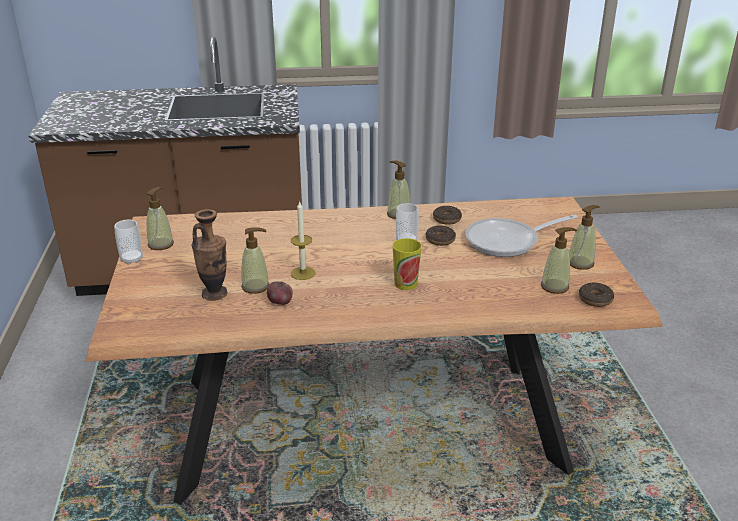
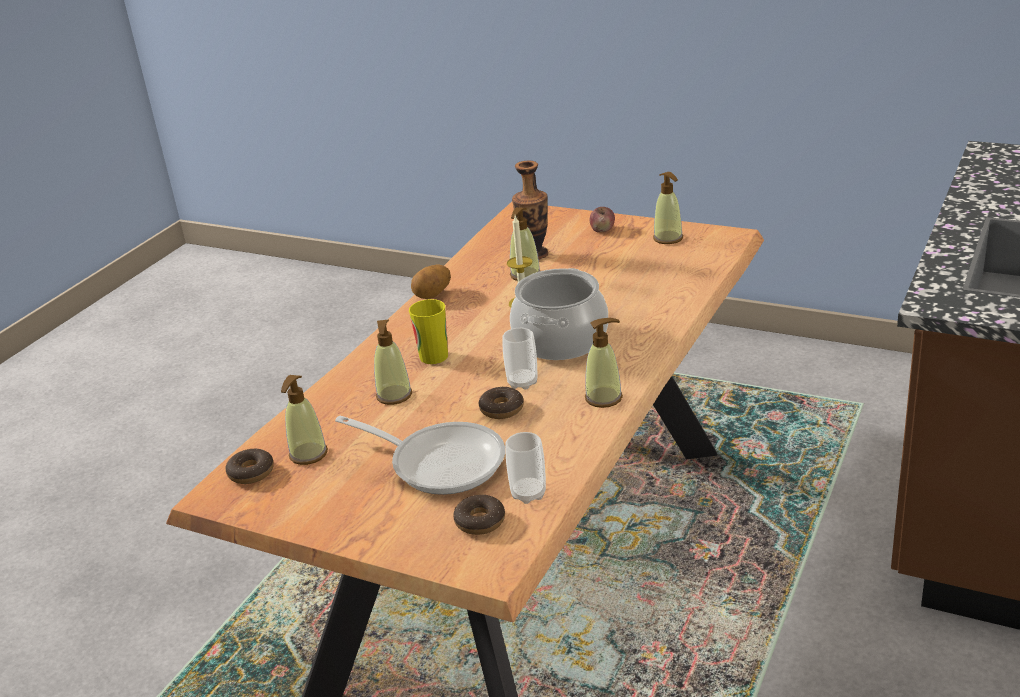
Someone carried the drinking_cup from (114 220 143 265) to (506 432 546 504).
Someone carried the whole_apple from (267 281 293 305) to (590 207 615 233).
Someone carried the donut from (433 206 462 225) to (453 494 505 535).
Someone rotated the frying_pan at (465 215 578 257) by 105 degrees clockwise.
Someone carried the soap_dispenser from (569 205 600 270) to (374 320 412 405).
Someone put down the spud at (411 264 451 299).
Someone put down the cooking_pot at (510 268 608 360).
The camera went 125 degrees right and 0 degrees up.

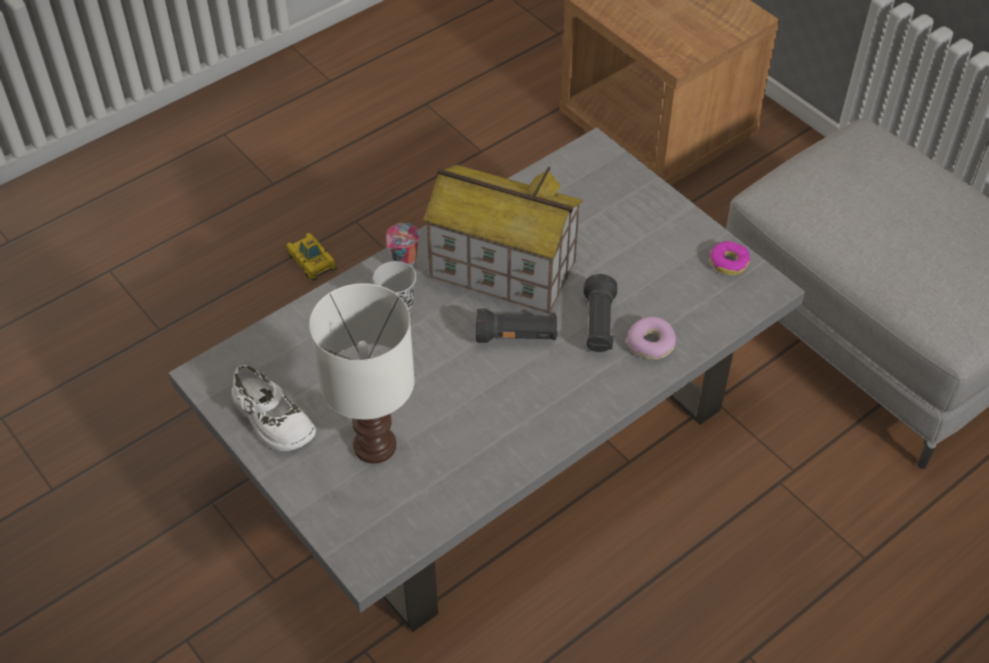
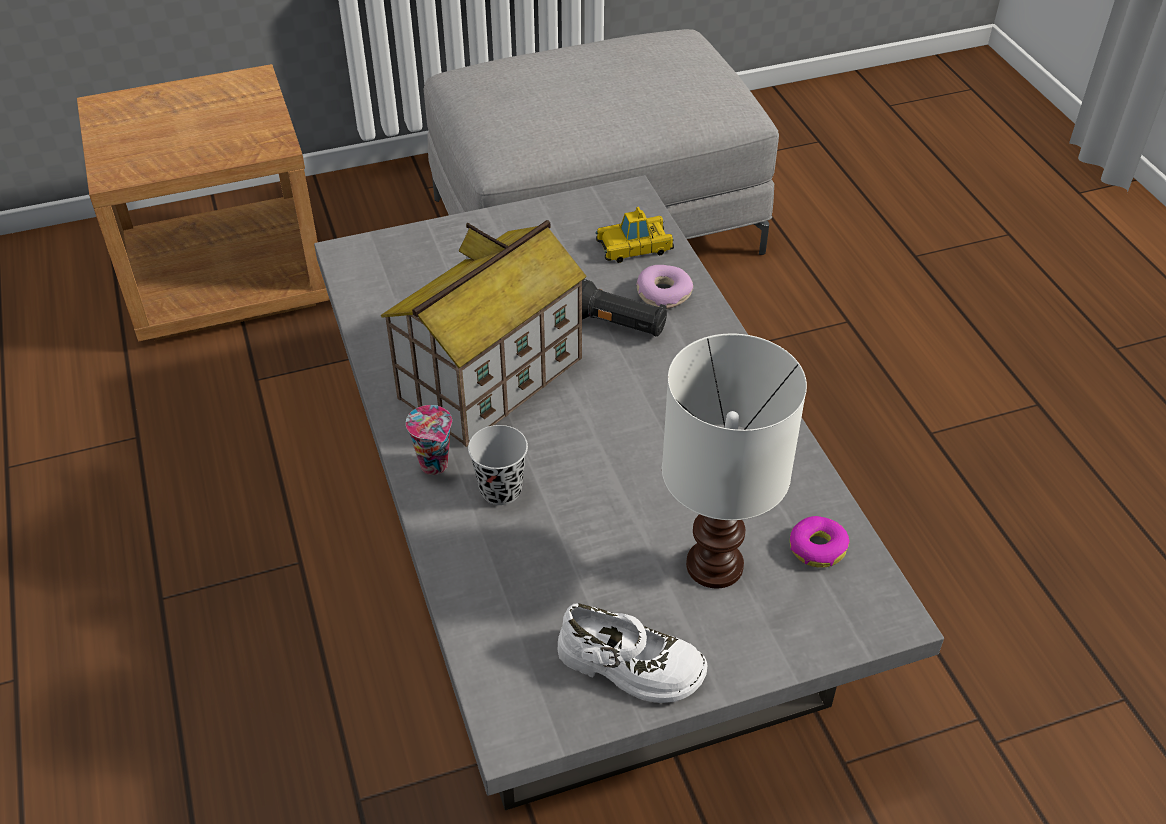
Someone rotated the white_item_of_footwear at (232 365 316 451) by 45 degrees clockwise.
Someone carried the toy_car from (287 233 337 281) to (595 207 674 263).
Someone took away the black_torch at (476 309 558 343).
Someone carried the donut from (709 241 750 275) to (790 516 850 568).
The camera went 70 degrees left and 5 degrees down.

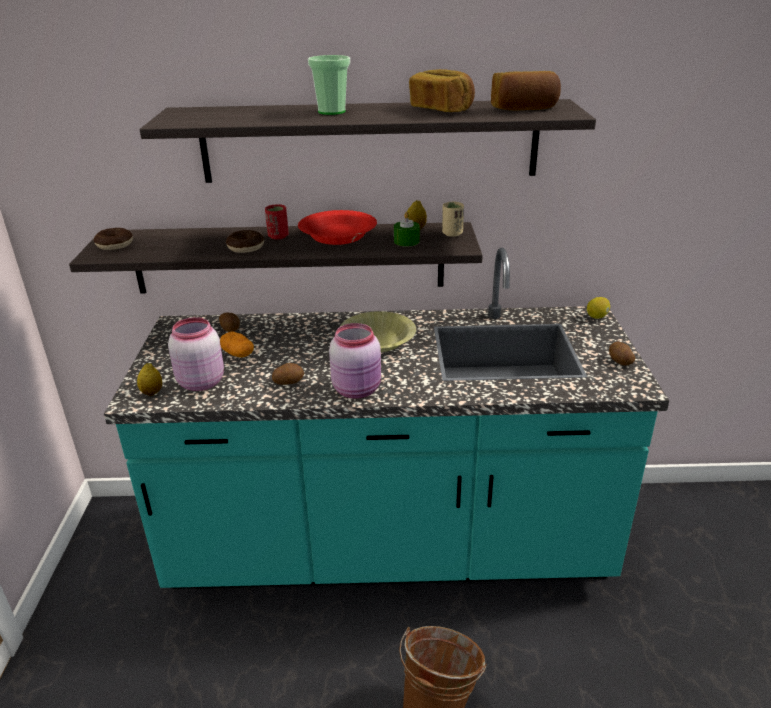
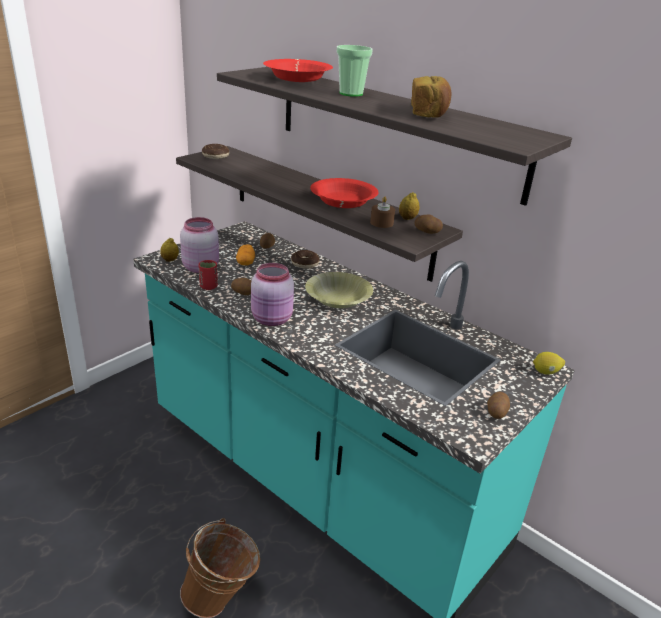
Someone carried the donut from (226 230 264 253) to (291 250 320 269).
Someone carried the reddish_drinking_cup from (265 204 288 239) to (199 260 218 290).
Someone repainted the green_candle at (394 212 420 247), which became the brownish_candle at (370 197 395 228).
Someone swapped the sand-coloured_drinking_cup at (442 202 464 237) for the spud at (415 215 443 234).
Someone took away the baked_bread at (491 71 561 111).
Someone put down the reddish_deep_dish at (263 59 333 82).
The camera went 40 degrees right and 0 degrees up.

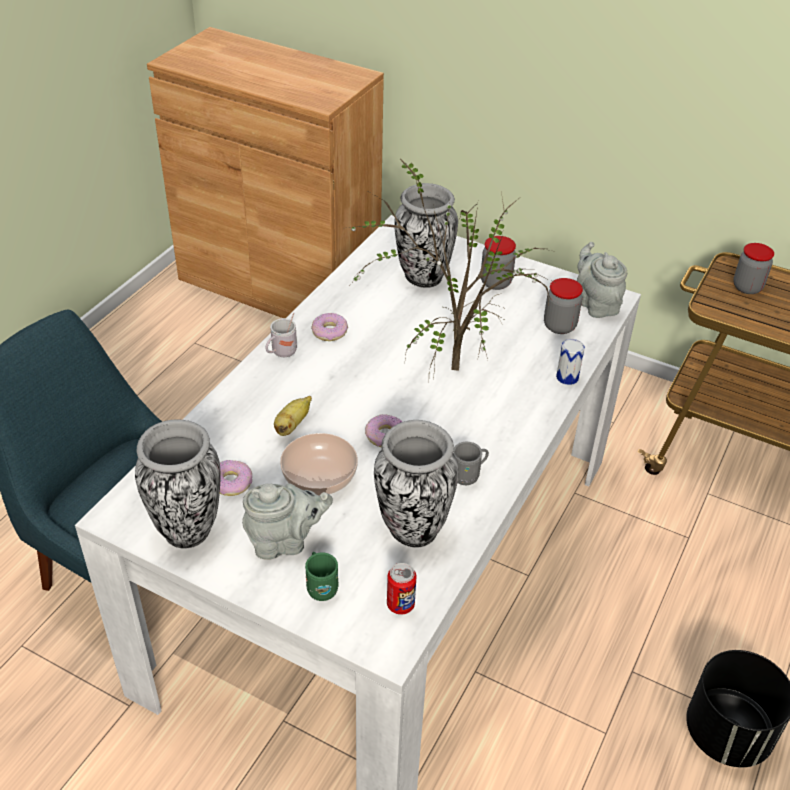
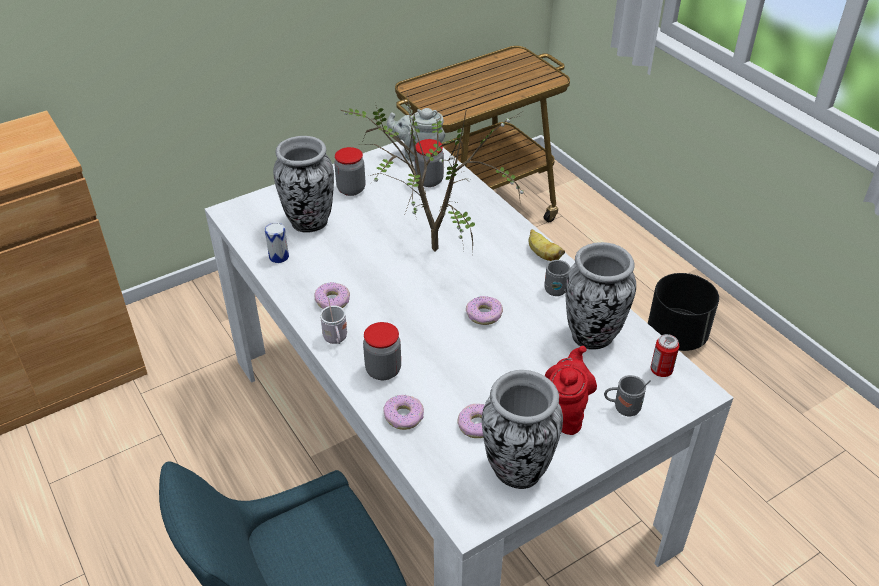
Someone repainted the greyish_pot_for_tea at (242 483 333 560), which became the reddish_pot_for_tea at (545 346 597 435).
Someone carried the banana_fruit from (274 396 312 436) to (528 229 565 261).
Someone took away the deep_dish at (280 433 358 496).
Someone repainted the green_mug at (305 552 338 601), which became the greyish_mug at (604 375 651 416).
Someone carried the metal_can from (556 339 585 385) to (265 222 289 263).
Someone carried the jar from (733 243 774 294) to (363 322 401 380).
Someone put down the donut at (383 395 424 430).
The camera went 60 degrees left and 0 degrees up.

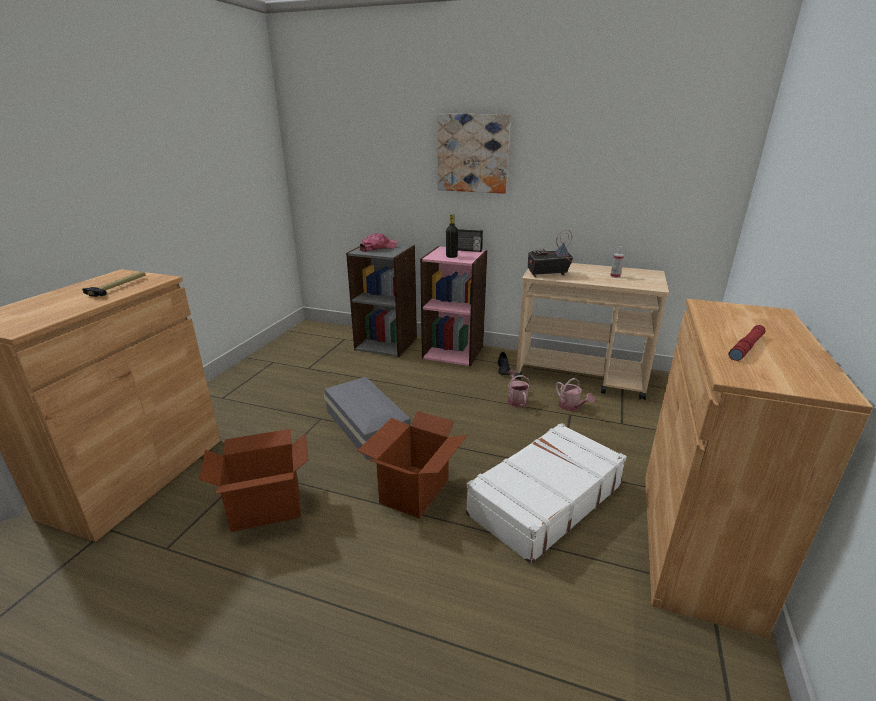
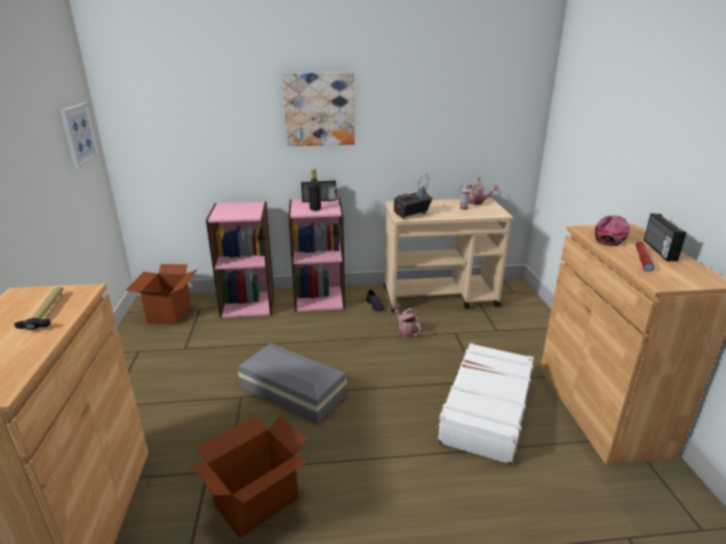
Someone repainted the greyish_bookcase at (346 244 417 357), which became the pink_bookcase at (206 201 275 318).
Someone carried the carton from (357 411 468 519) to (125 264 198 324).
Someone carried the peaked_cap from (359 233 398 252) to (595 215 630 246).
Someone carried the watering_pot from (555 378 595 411) to (460 177 499 205).
Someone put up the wall_picture at (60 103 100 169).
Someone put down the radio at (644 213 686 261).
The camera went 25 degrees left and 0 degrees up.

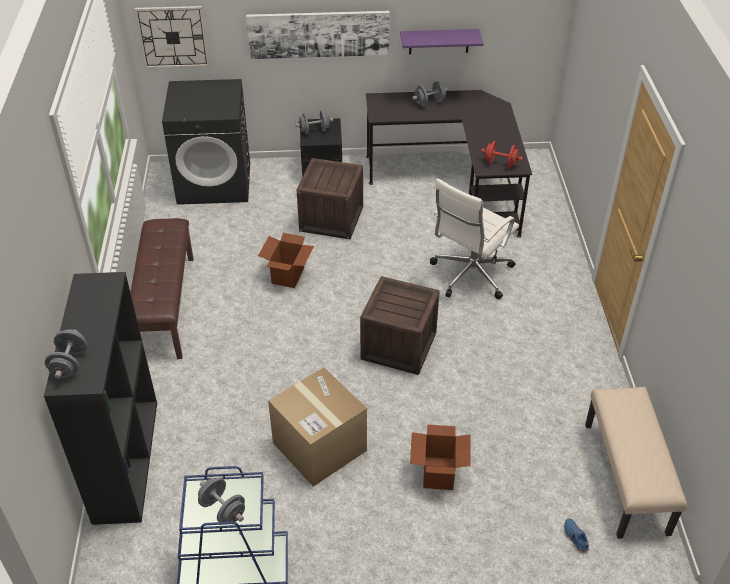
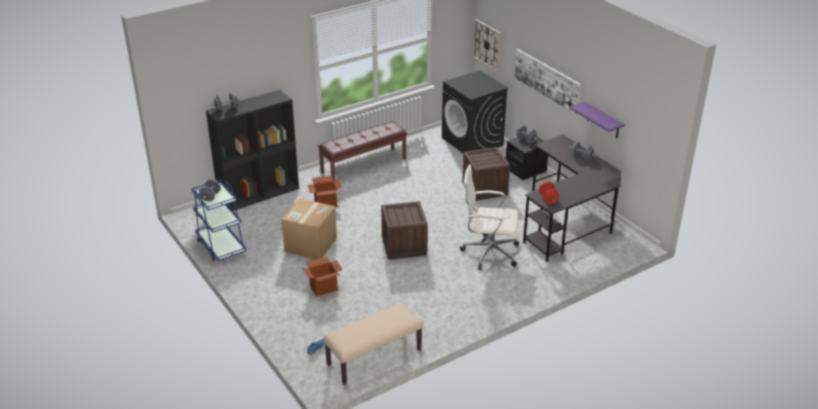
Someone carried the carton from (258 233 314 288) to (308 175 342 207).
The camera went 60 degrees right and 10 degrees down.

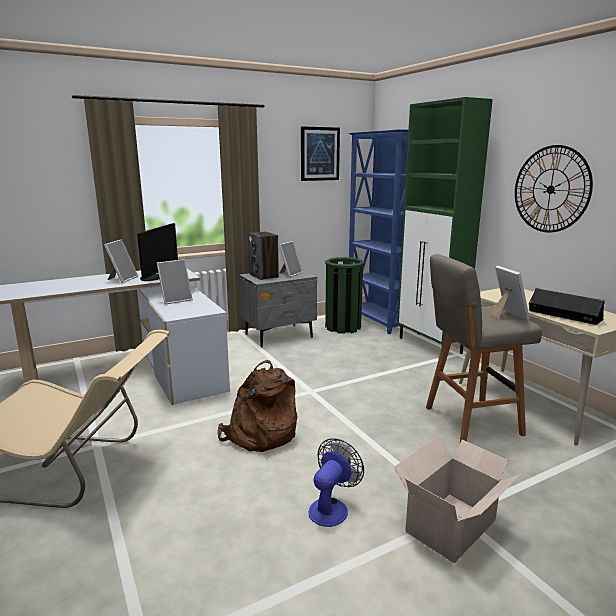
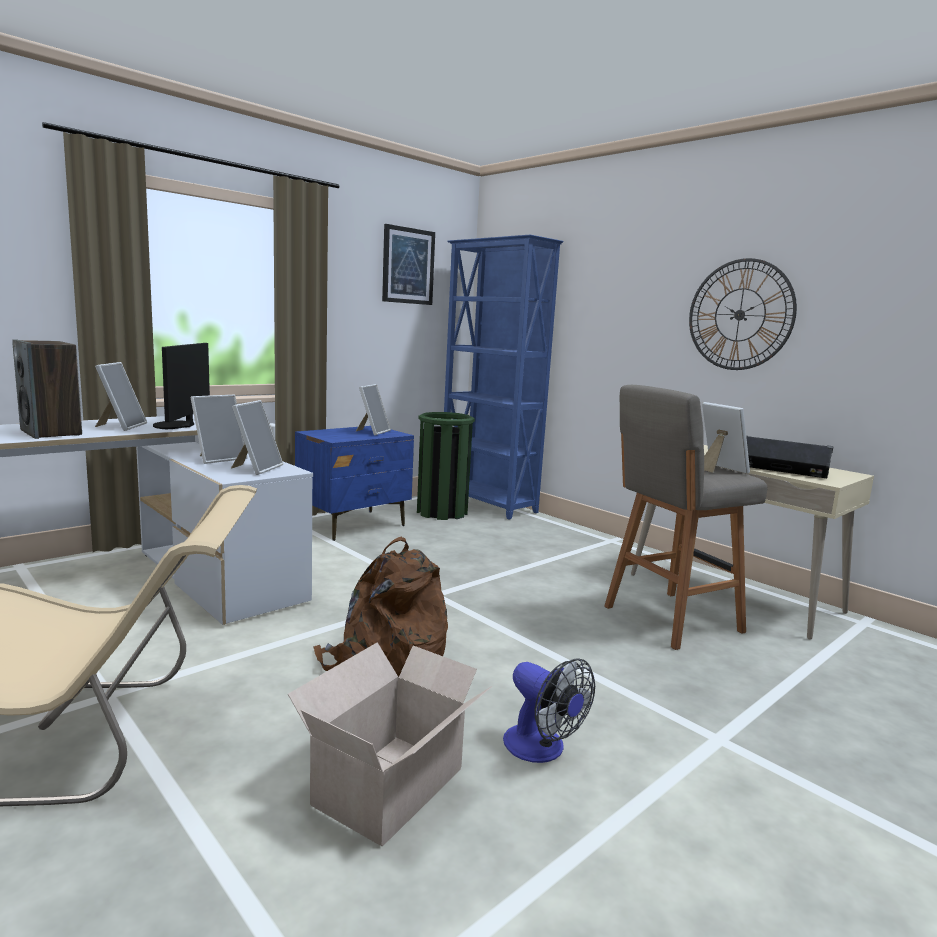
Someone repainted the greyish_bedside_table at (239 269 317 348), which became the blue-coloured_bedside_table at (295 426 414 541).
Someone carried the speaker from (248 232 279 280) to (12 339 82 439).
Someone rotated the cooling_fan at (309 438 364 527) by 120 degrees clockwise.
Someone carried the carton from (394 436 522 563) to (288 642 492 847).
Someone took away the green_cabinet at (397 97 493 354).
Someone put down the standing_frame at (231 400 283 475).
The camera went 15 degrees left and 5 degrees down.

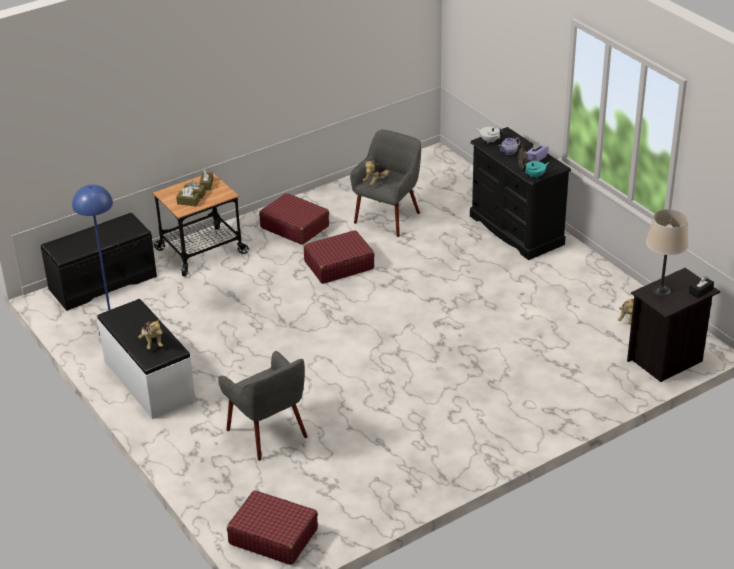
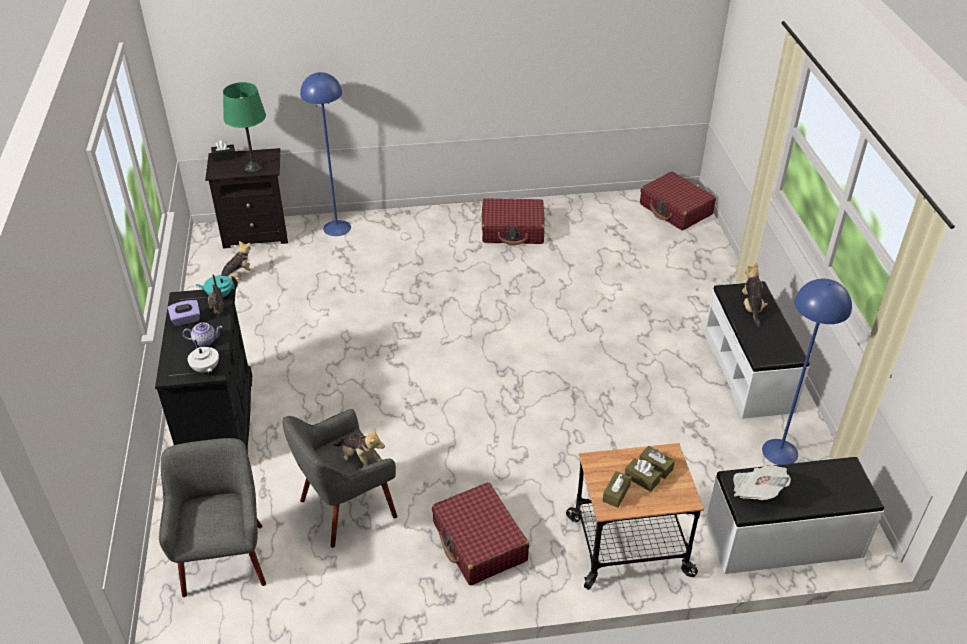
Someone repainted the black_bench at (41 213 157 311), which became the white_bench at (705 457 884 574).
Someone carried the greyish_easy_chair from (218 351 308 461) to (159 438 266 597).
Someone carried the reddish_travel_case from (304 230 375 284) to (482 198 545 246).
Someone rotated the plush_toy at (363 161 391 186) by 60 degrees clockwise.
Someone repainted the sand-coloured_tabletop_lamp at (646 209 689 296), which became the green_tabletop_lamp at (223 82 266 172).
Someone put down the blue-coloured_standard_lamp at (300 72 351 236).
Someone put down the printed_paper at (733 465 791 500).
The camera went 155 degrees left and 5 degrees up.

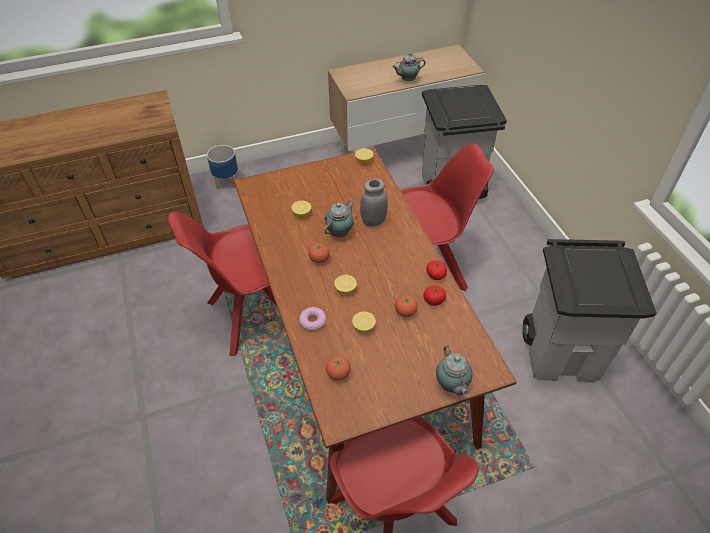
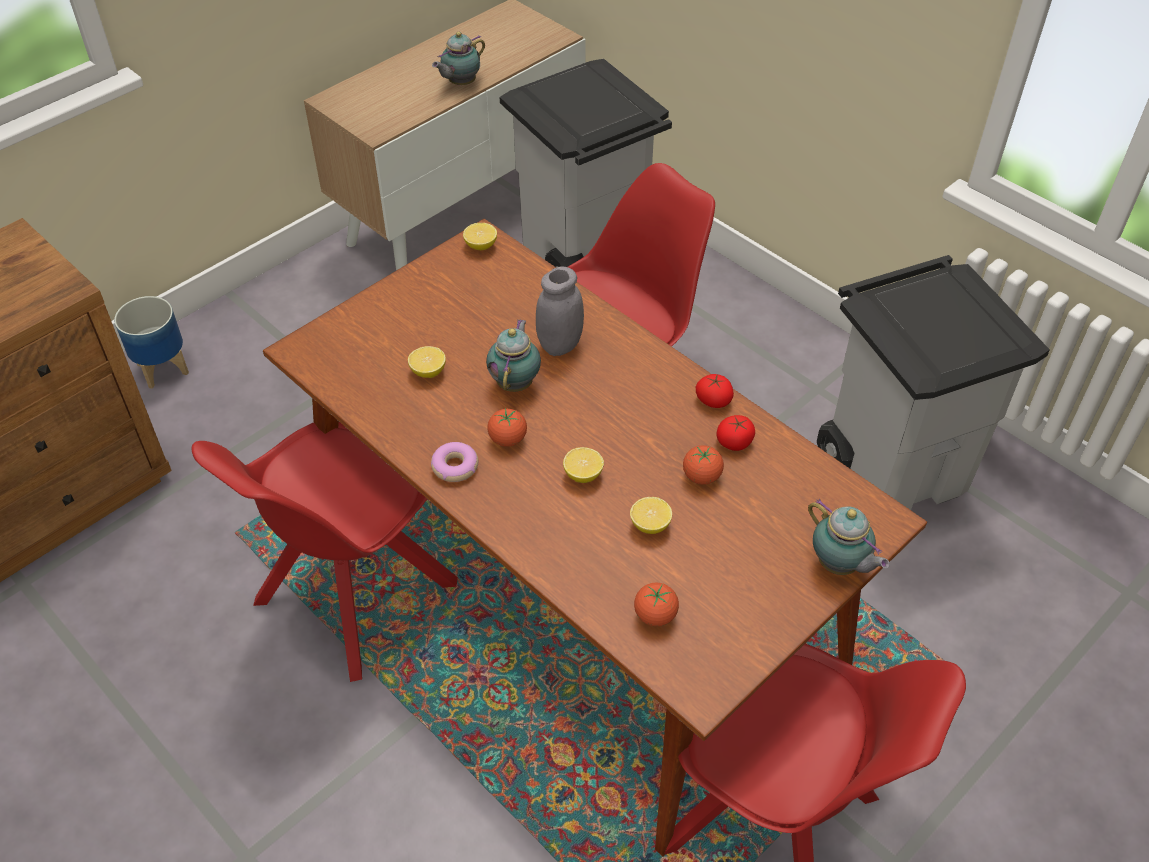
Someone carried the donut from (299 307 326 331) to (431 442 478 482).
The camera went 25 degrees left and 0 degrees up.

